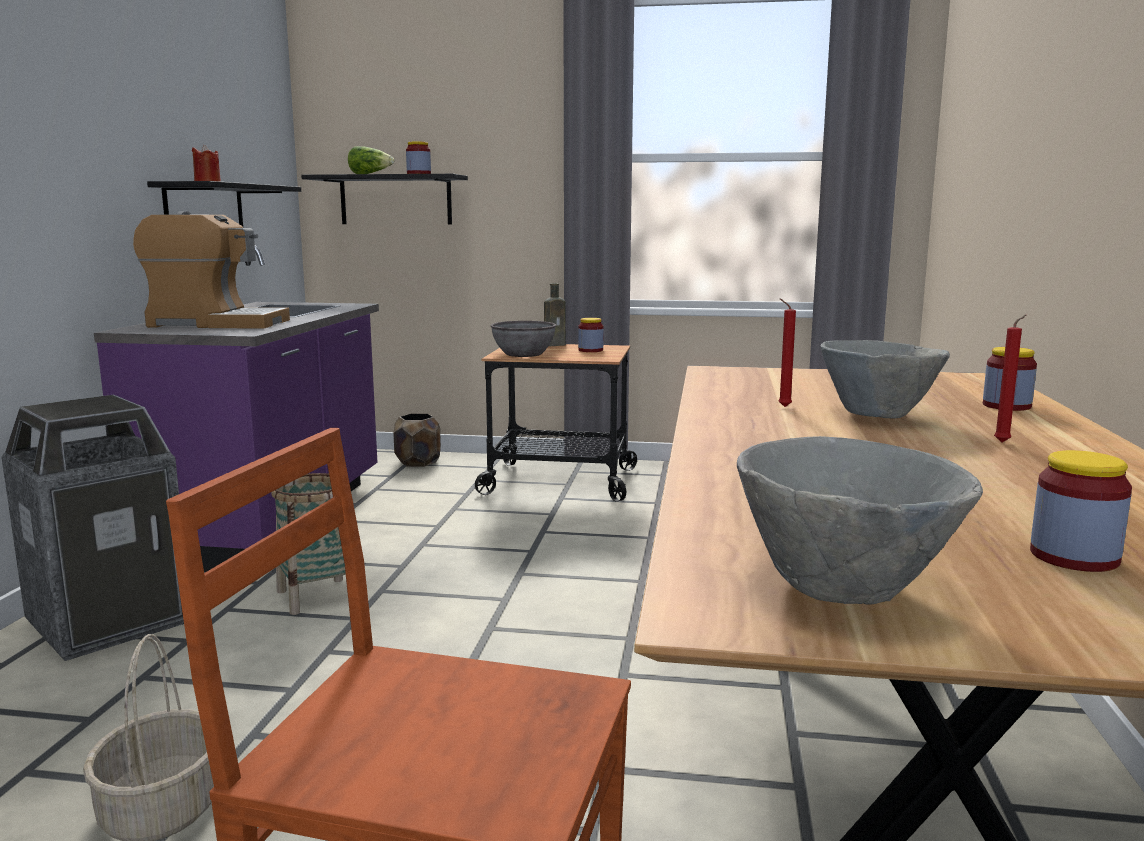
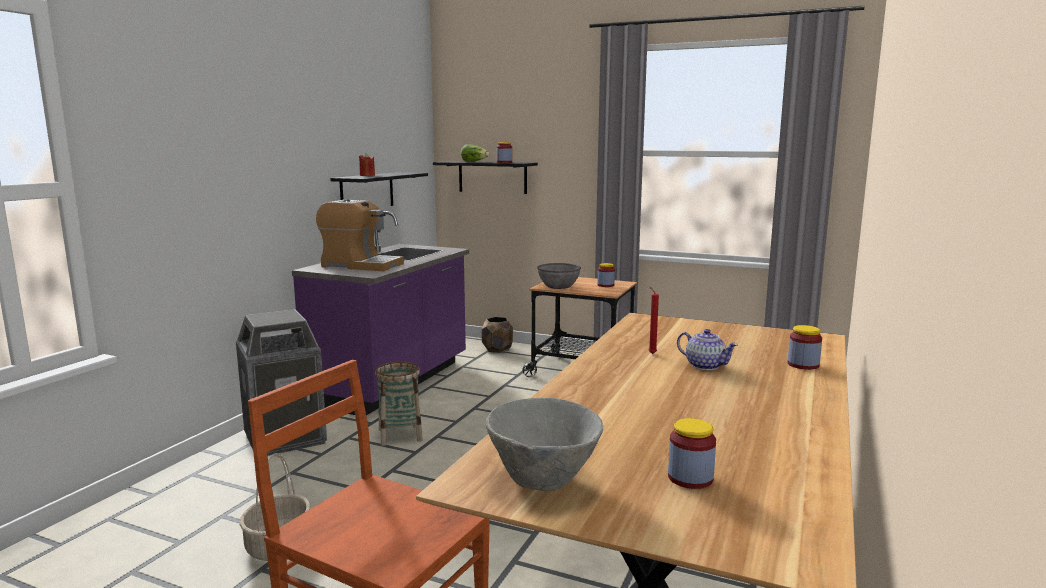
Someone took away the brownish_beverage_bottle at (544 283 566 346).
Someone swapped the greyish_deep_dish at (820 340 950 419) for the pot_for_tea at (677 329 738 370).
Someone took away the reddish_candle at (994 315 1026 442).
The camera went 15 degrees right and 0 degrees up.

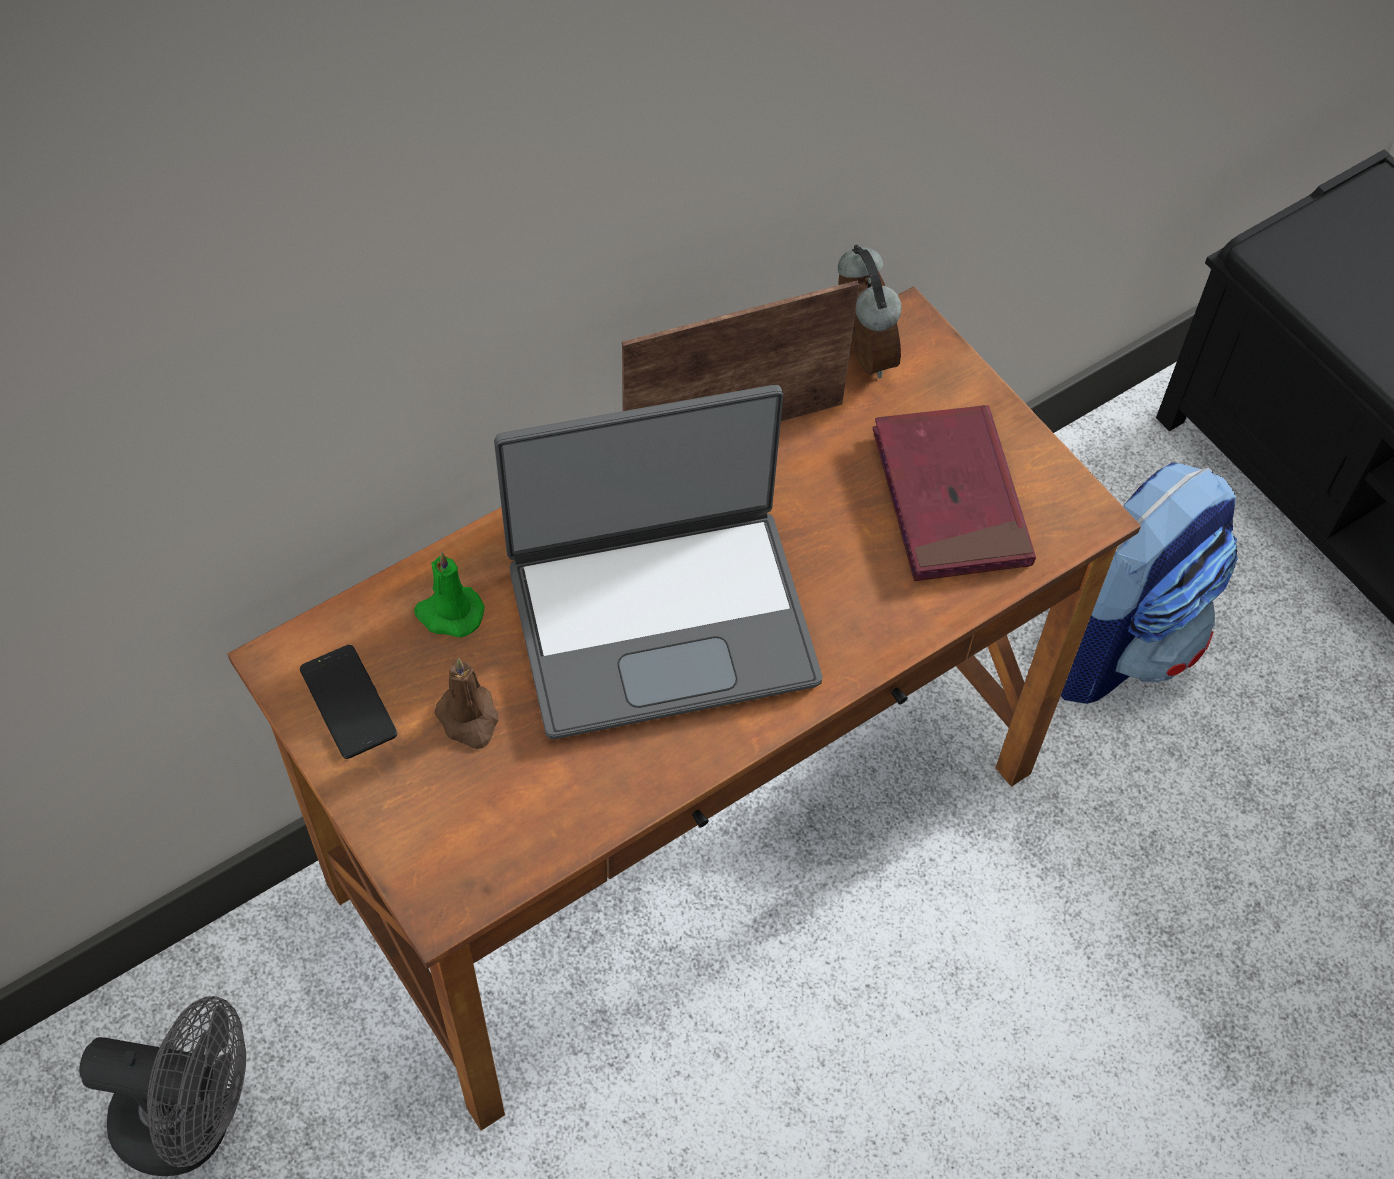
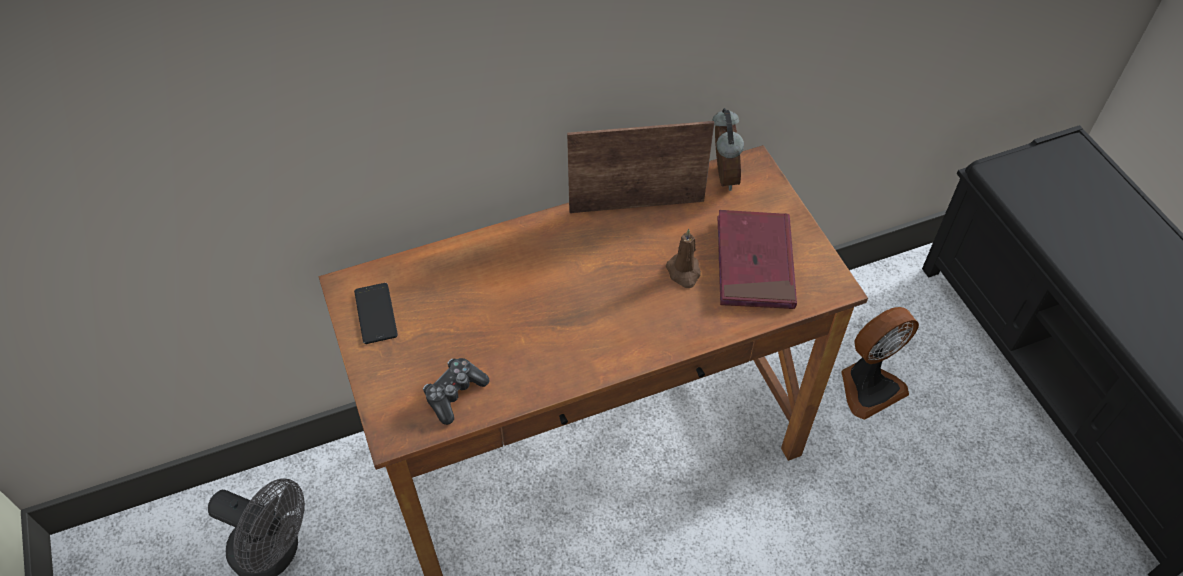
Someone took away the green_candle at (414 552 484 637).
Someone carried the brownish_candle from (434 658 498 749) to (666 229 701 288).
Someone took away the notebook_computer at (494 385 823 739).
Someone swapped the knapsack at (1061 463 1238 704) for the cooling_fan at (841 307 919 420).
Someone put down the gamepad at (423 358 490 425).
The camera went 15 degrees right and 5 degrees down.

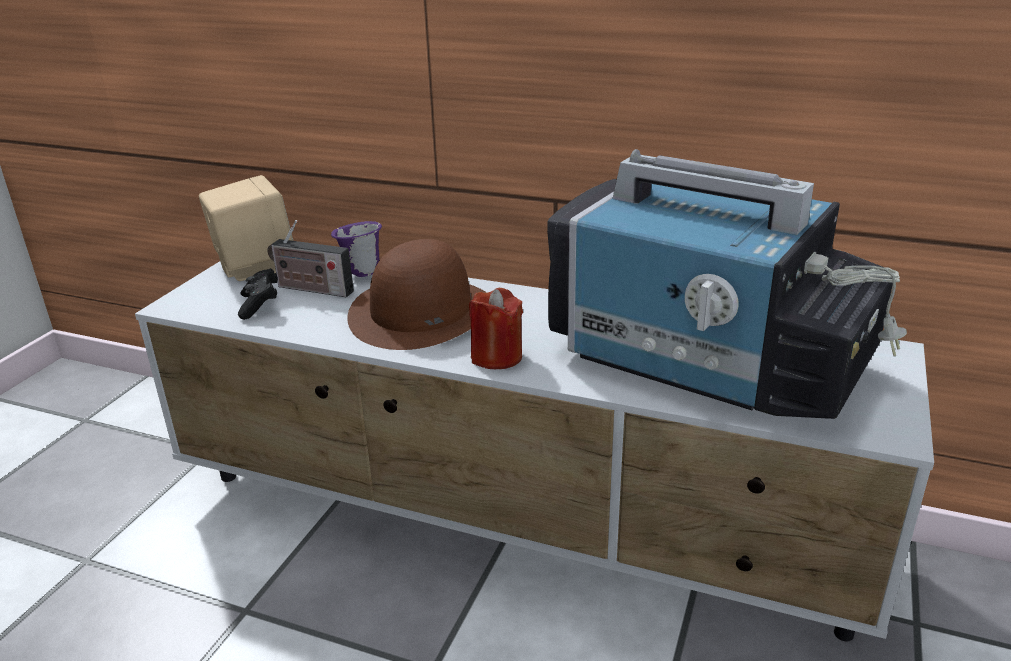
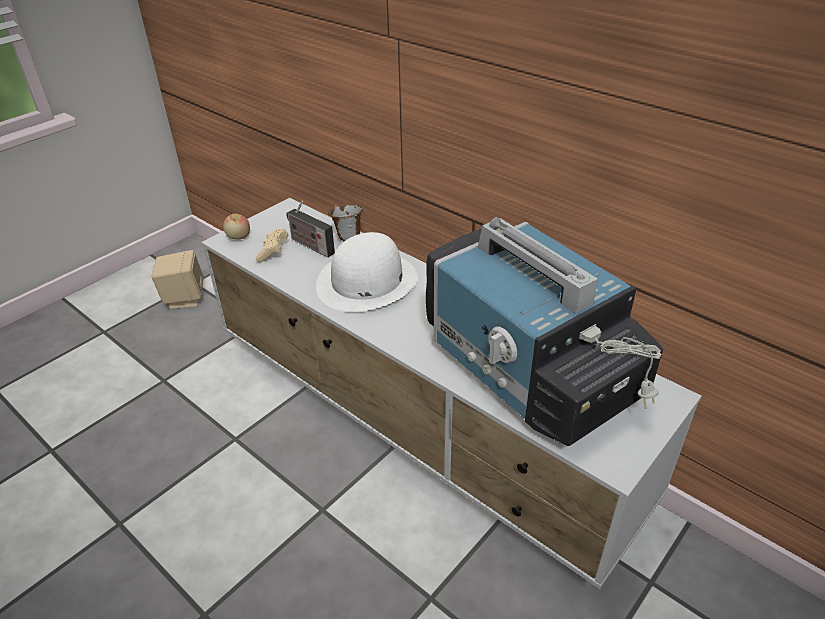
Someone carried the sand-coloured_speaker from (199 175 293 281) to (152 250 204 309).
Someone repainted the black_gamepad at (238 268 278 320), which became the sand-coloured_gamepad at (256 229 288 262).
Someone repainted the purple_mug at (331 221 382 277), which became the brownish_mug at (328 203 363 241).
Someone repainted the brownish_wearable_hat at (347 239 487 350), which became the white_wearable_hat at (316 232 418 312).
Someone took away the reddish_candle at (469 288 523 369).
Someone put down the whole_apple at (223 214 250 239).
The camera went 20 degrees right and 10 degrees up.

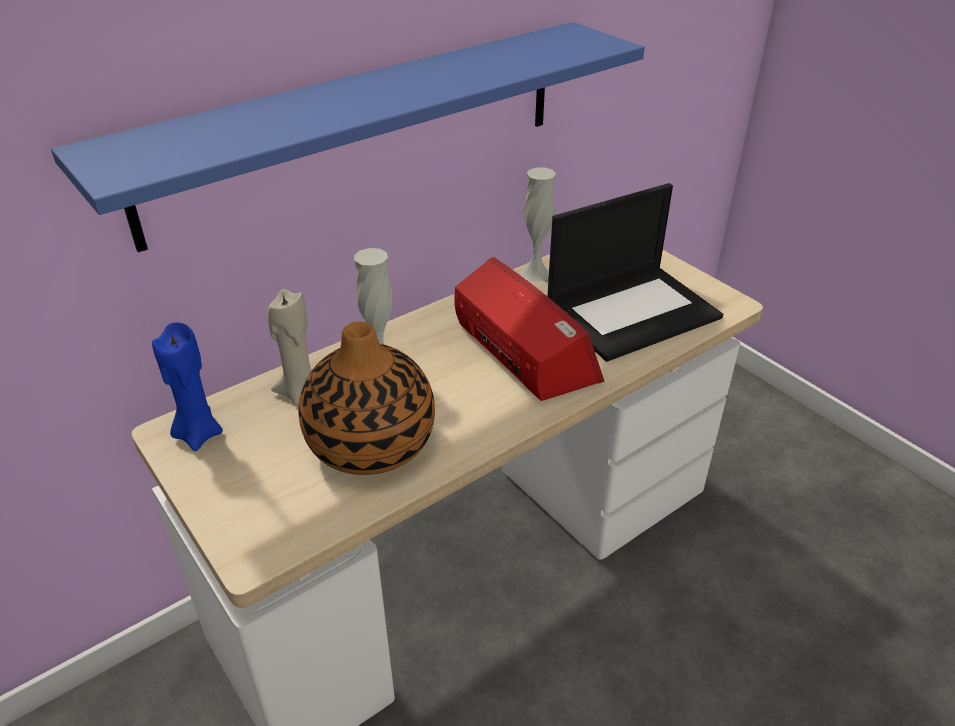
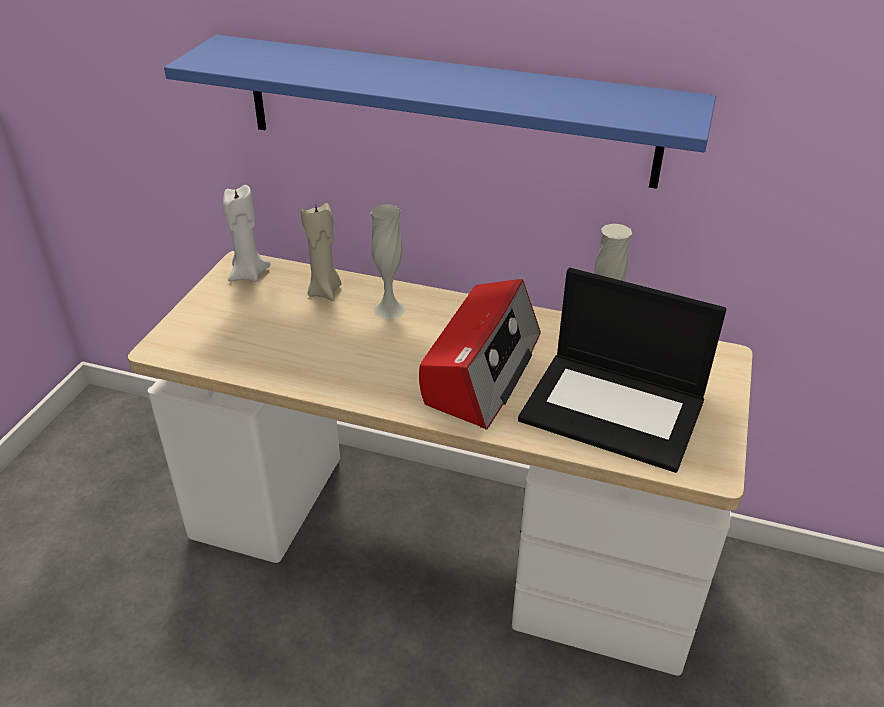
Someone repainted the blue-coloured_candle at (152 322 223 452), which became the white_candle at (223 185 271 282).
Someone took away the flower_vase at (298 322 435 475).
The camera went 55 degrees right and 0 degrees up.

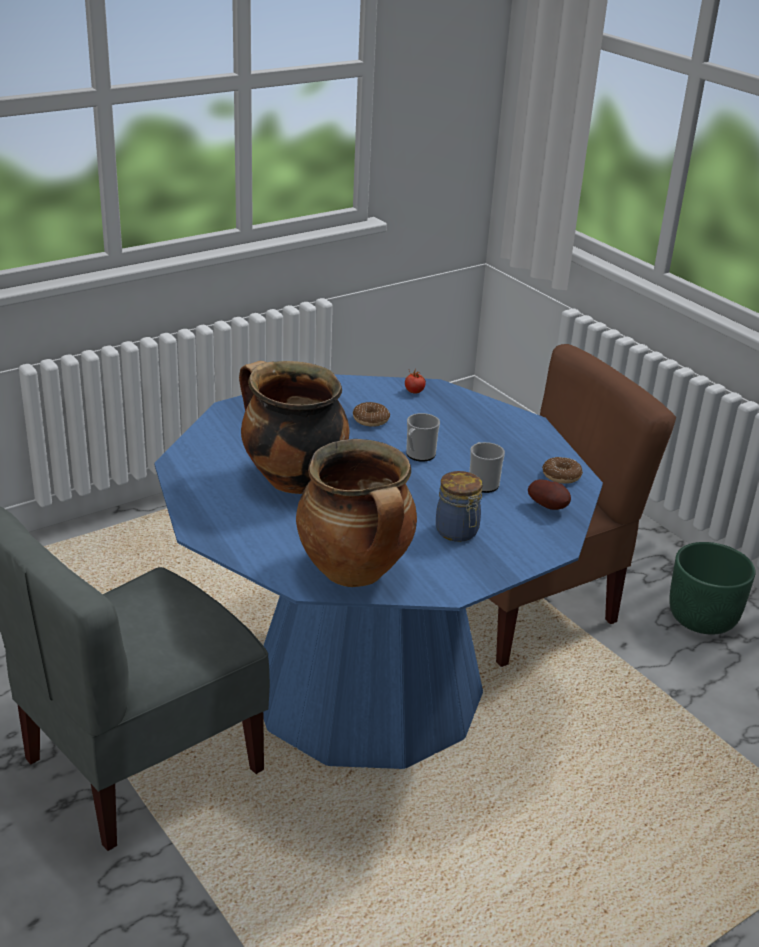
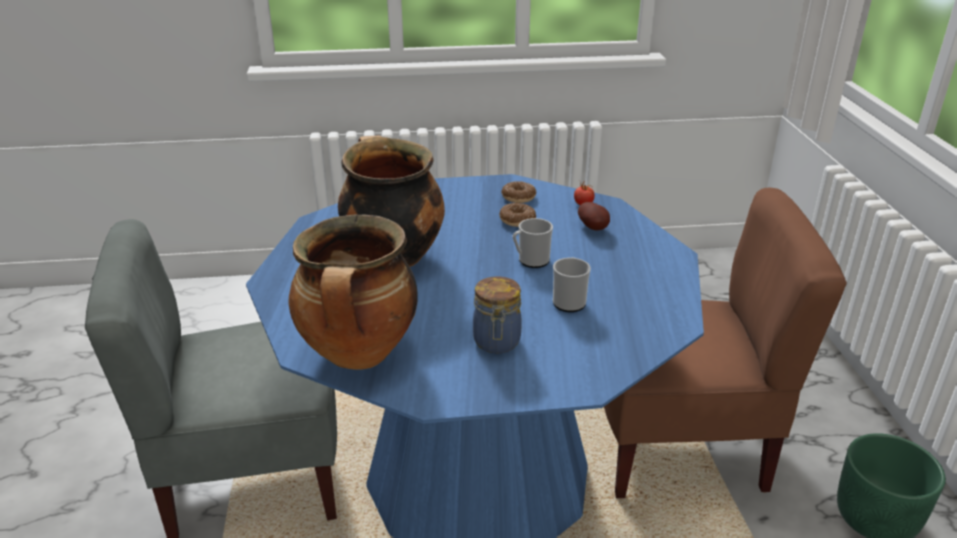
Someone carried the spud from (528 479 571 510) to (578 202 610 231).
Someone carried the donut from (542 457 583 484) to (501 181 537 203).
The camera went 30 degrees right and 0 degrees up.

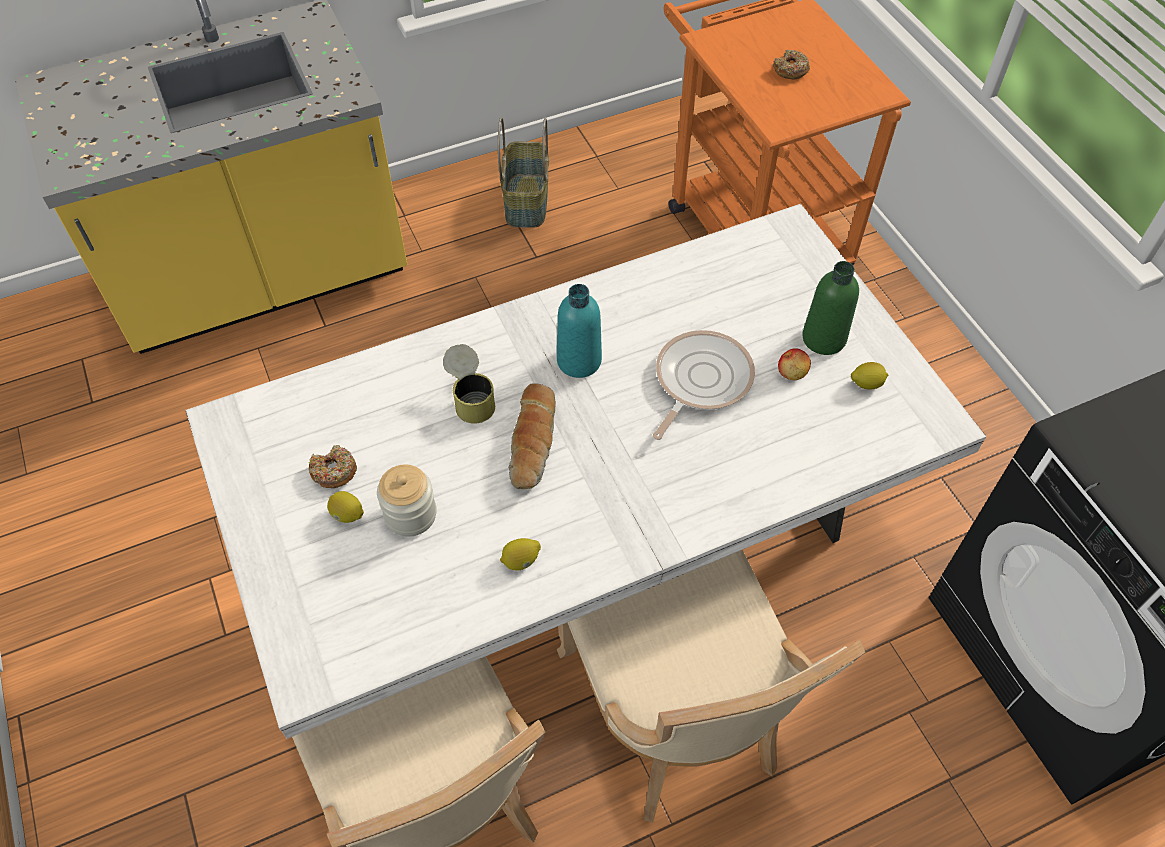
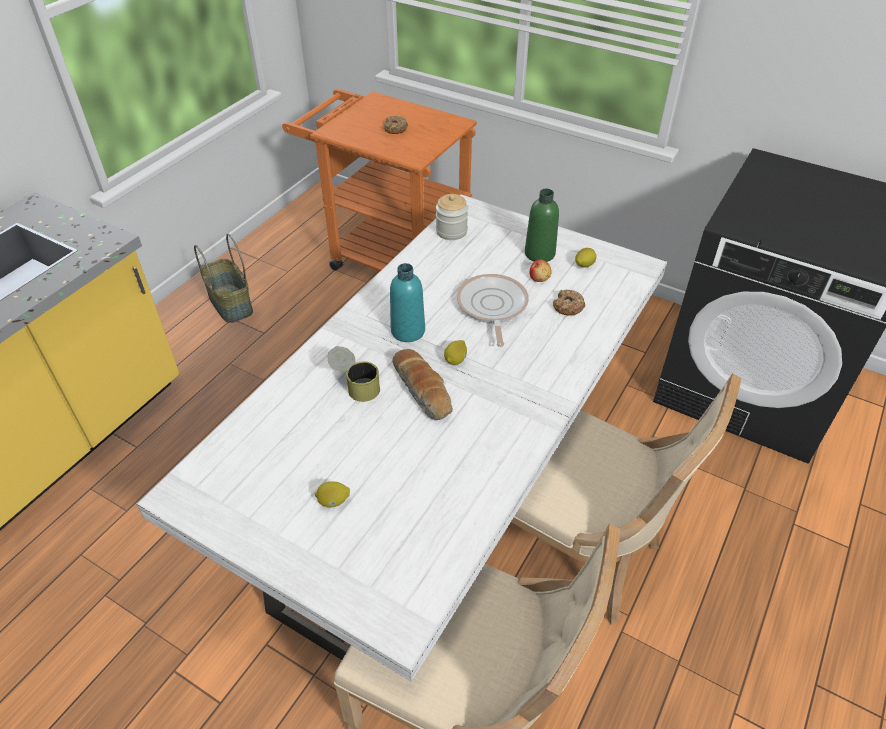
Someone carried the donut from (309 445 357 488) to (553 289 585 315).
Someone carried the jar from (377 464 437 537) to (436 194 468 240).
Someone carried the citrus_fruit from (500 538 541 570) to (444 340 467 365).
The camera went 35 degrees left and 10 degrees down.

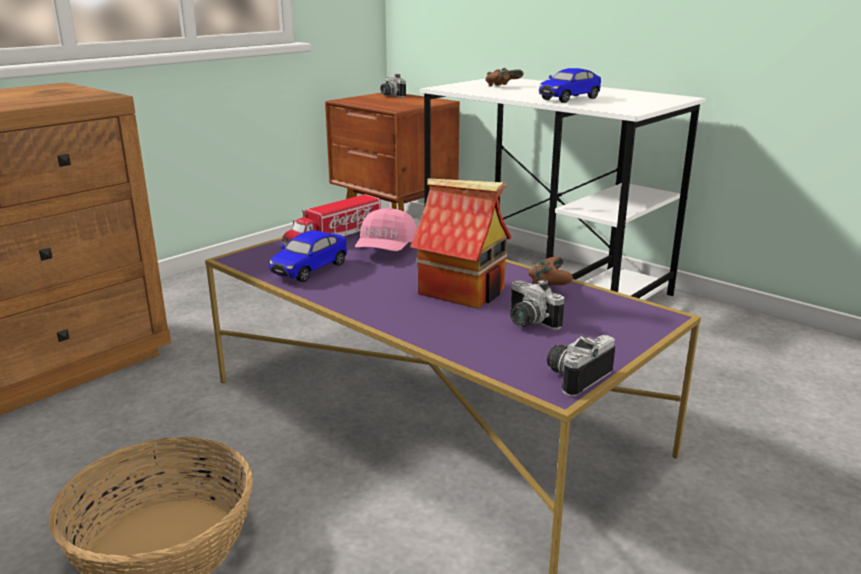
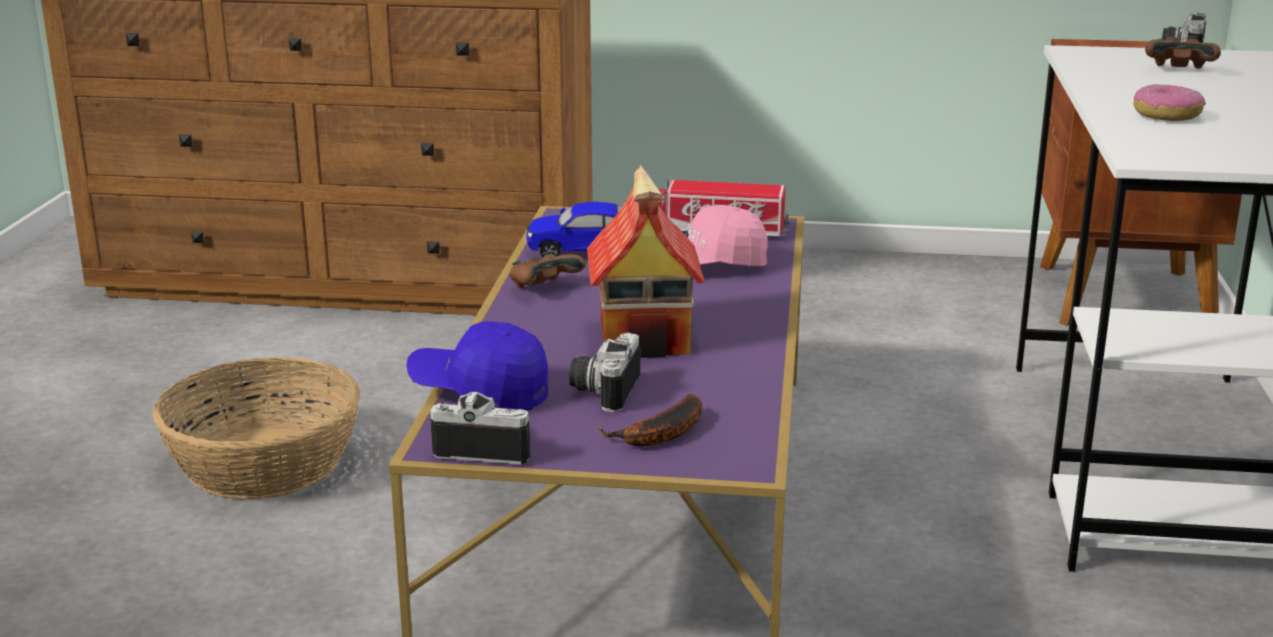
Someone carried the brownish_gamepad from (528 257 573 286) to (509 251 586 289).
Someone swapped the toy_car at (539 68 601 103) for the donut at (1133 84 1206 121).
Someone put down the blue-coloured_peaked_cap at (406 321 548 410).
Someone put down the banana_fruit at (599 394 702 446).
The camera went 55 degrees right and 0 degrees up.

